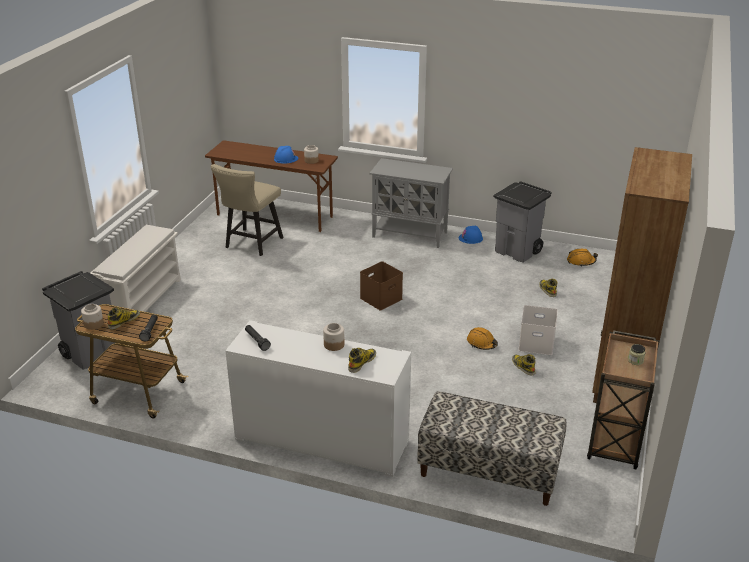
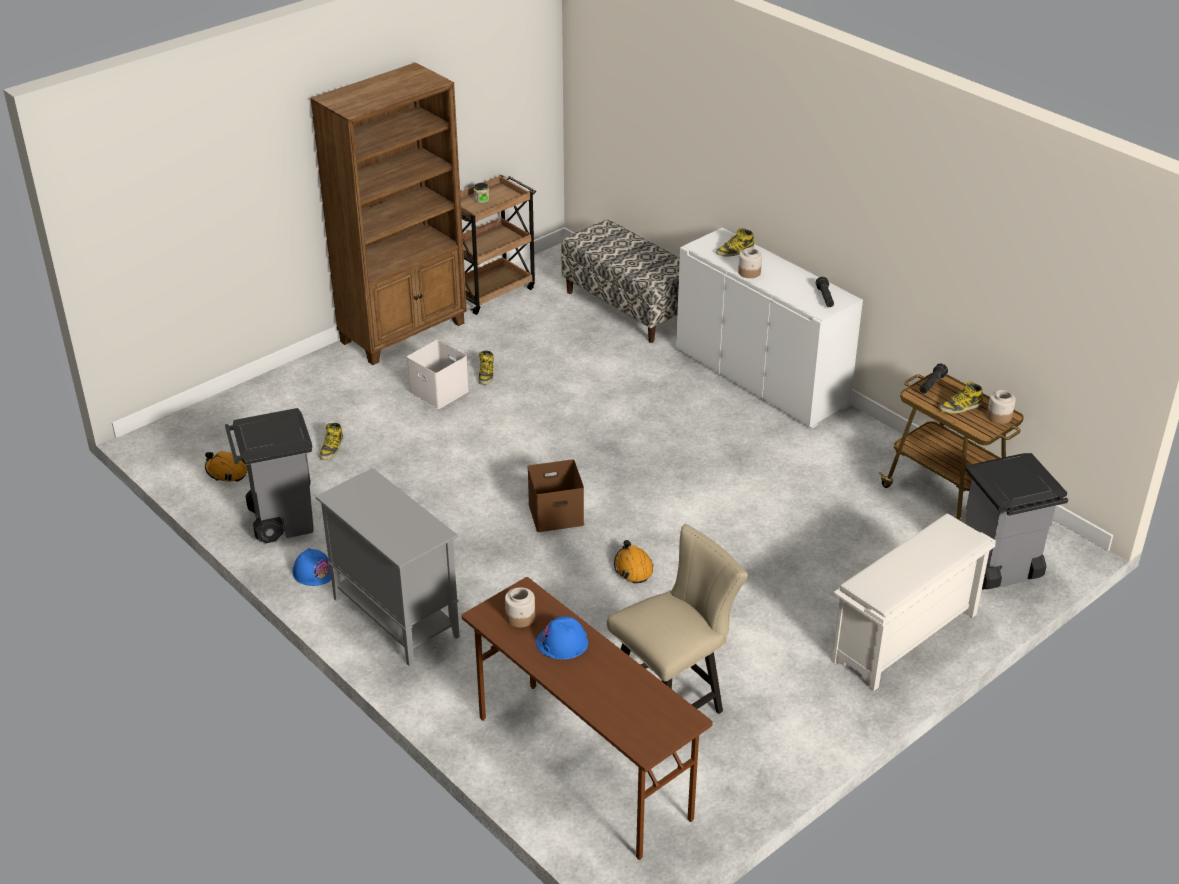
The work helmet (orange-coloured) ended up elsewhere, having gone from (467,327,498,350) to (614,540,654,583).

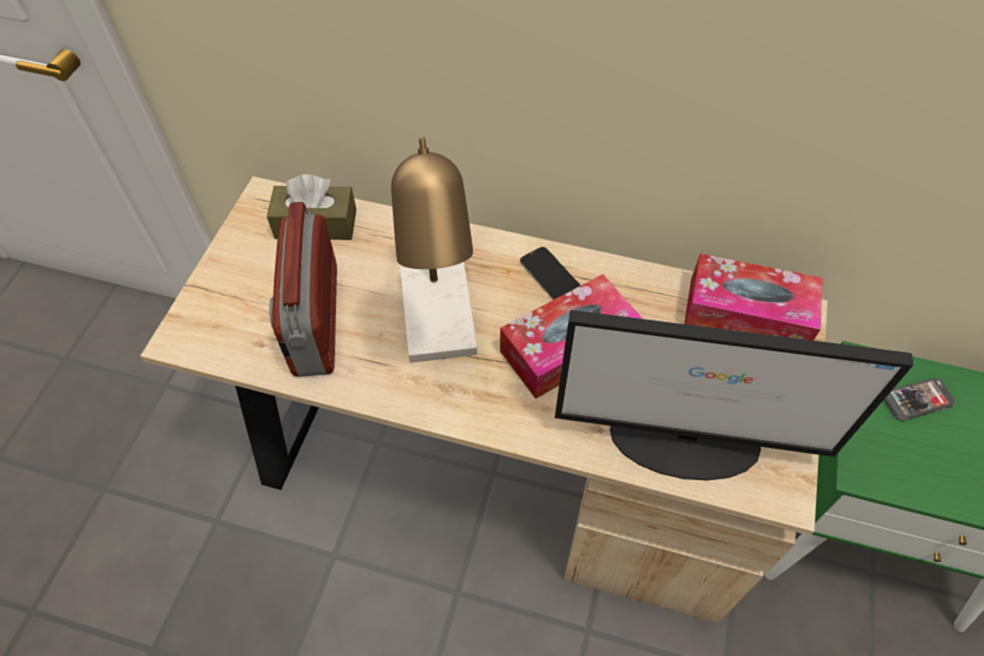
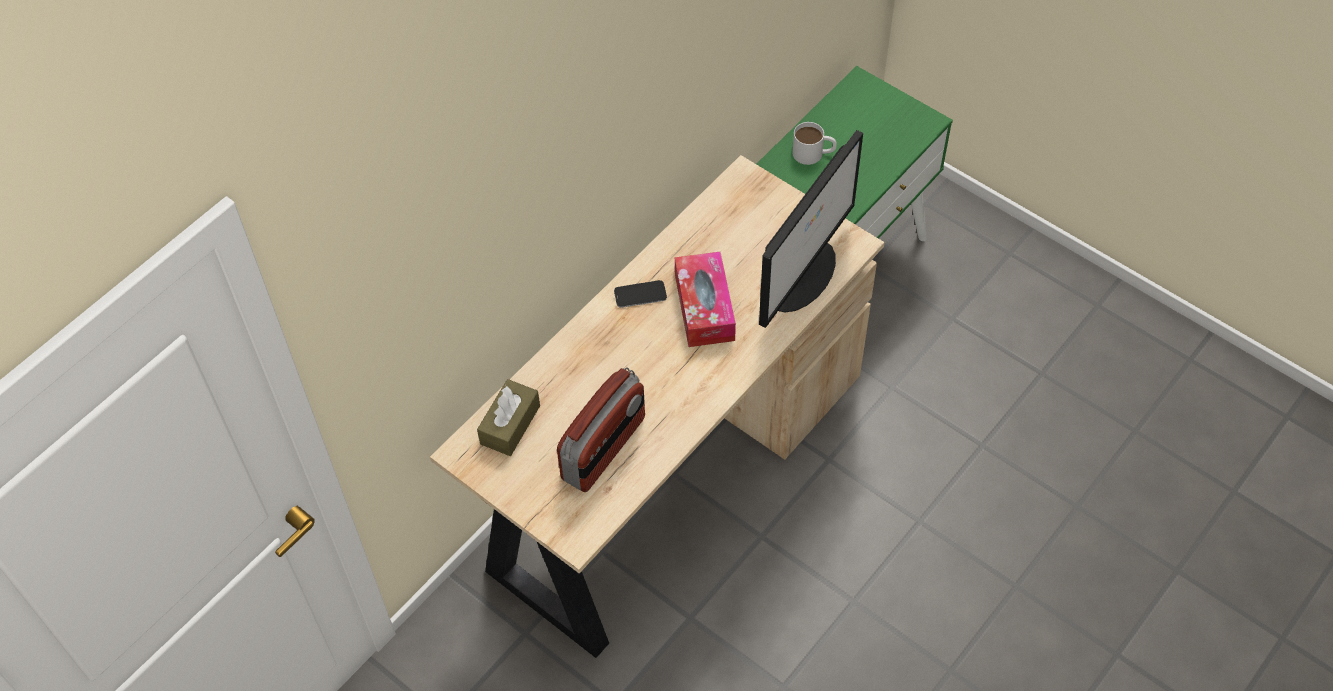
The radio receiver at (269,201,337,377) ended up facing another way, 75 degrees counterclockwise from before. The second view lost the tabletop lamp at (391,138,477,363). The second view lost the tissue holder at (684,254,823,341). Where the telephone stood at (884,378,955,421), the tea mug (whitish) came to stand at (792,122,837,165).

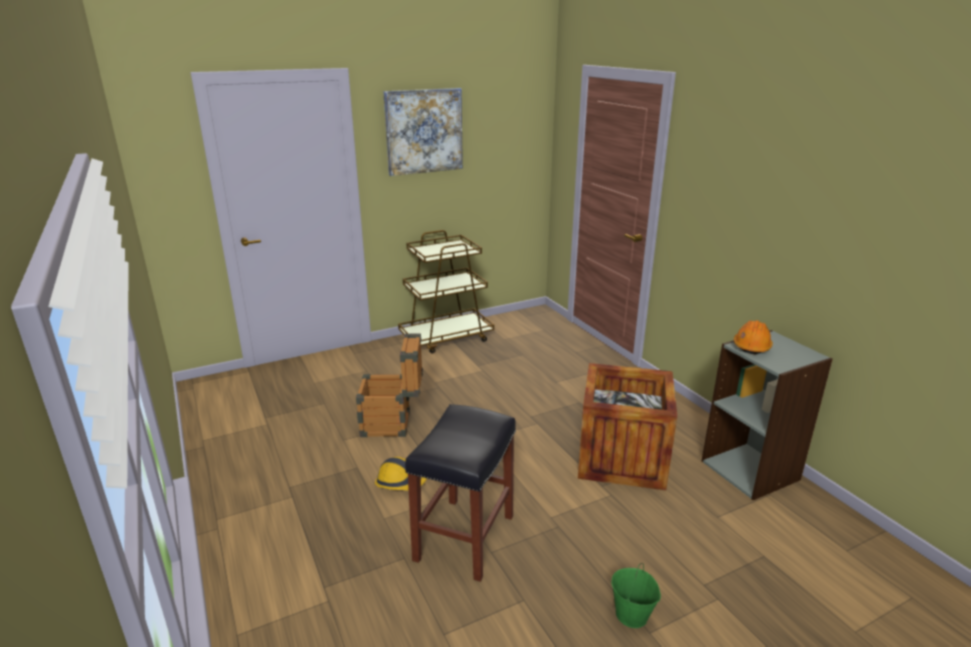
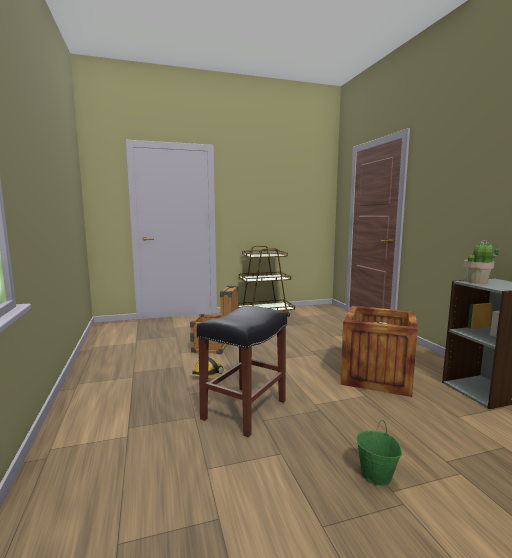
The second view lost the picture at (383,88,463,176). Where the work helmet (orange-coloured) stood at (734,320,773,354), the plant in a pot came to stand at (463,240,499,284).

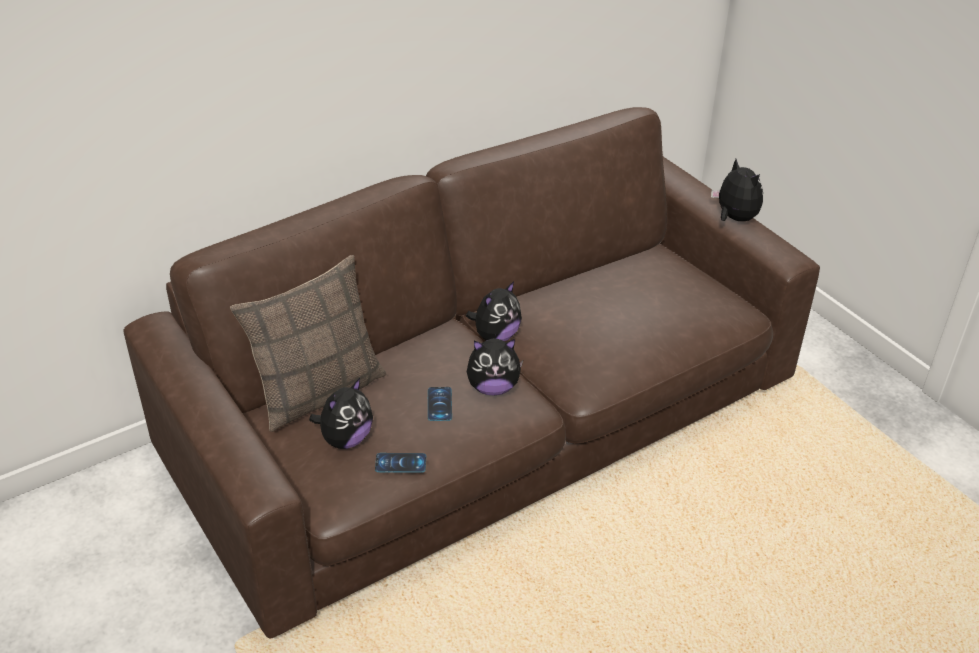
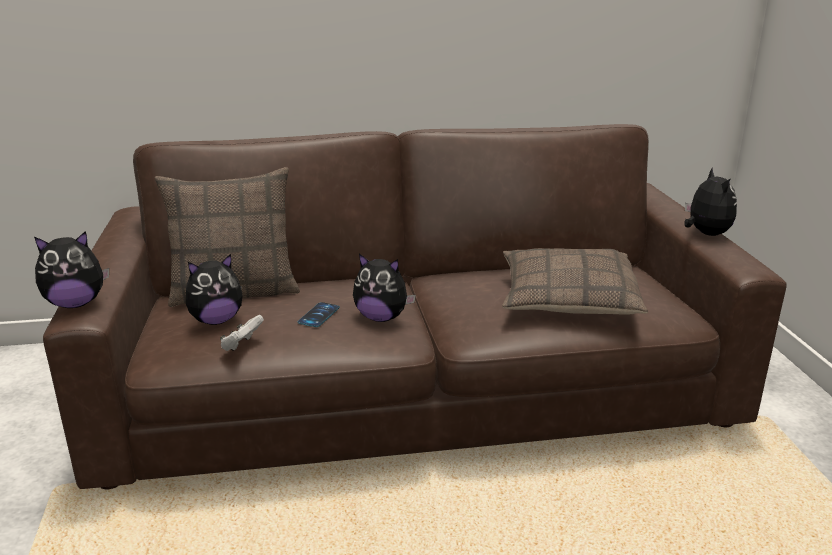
Where the telephone stood at (375,453,426,473), the gamepad (whitish) came to stand at (220,315,264,351). The cuddly toy ended up elsewhere, having gone from (466,281,522,341) to (34,231,109,308). The second view gained the throw pillow at (502,248,648,314).

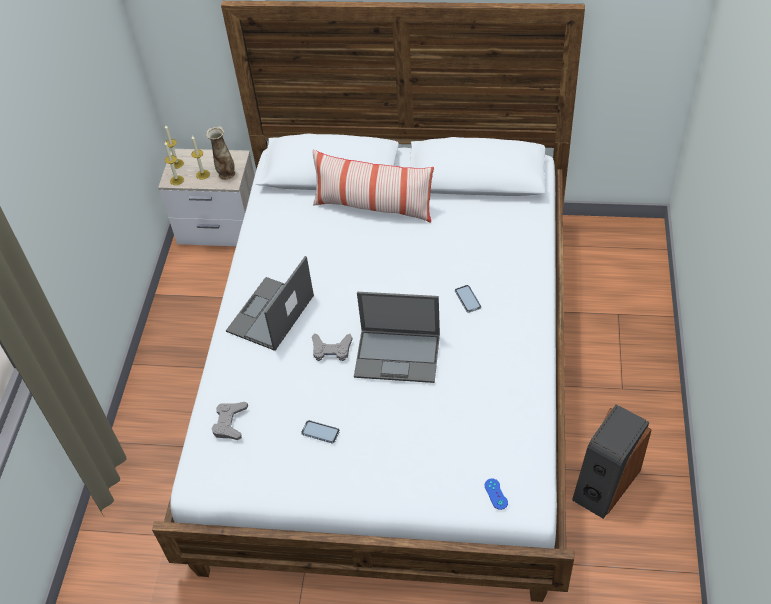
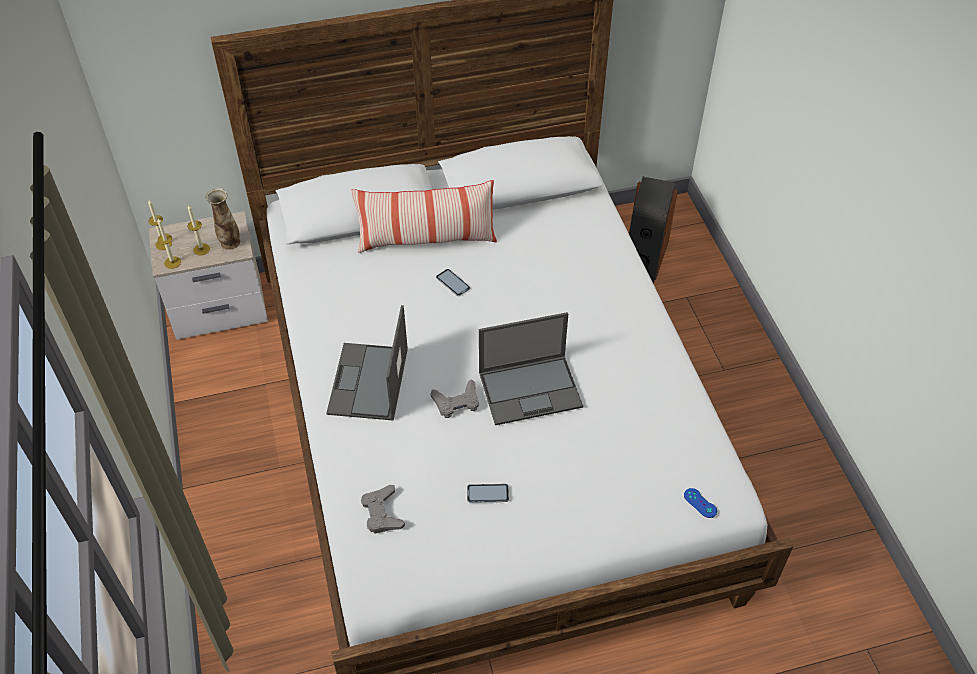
The telephone ended up elsewhere, having gone from (455,285,481,313) to (436,269,470,296). The speaker ended up elsewhere, having gone from (572,404,652,519) to (629,177,678,284).

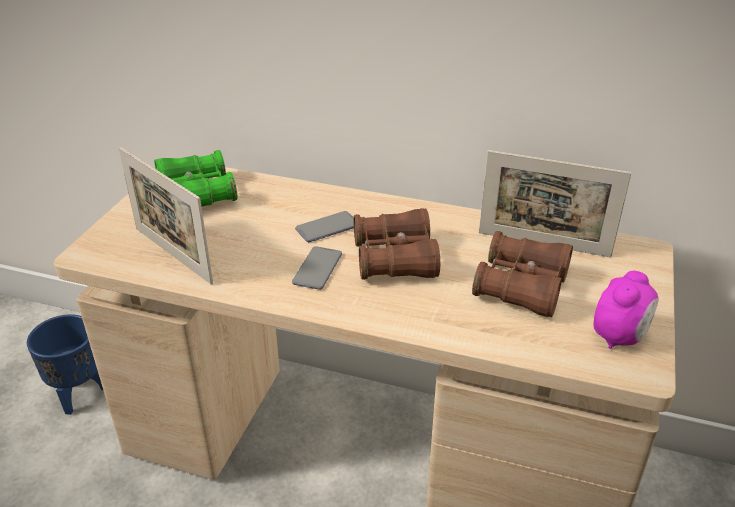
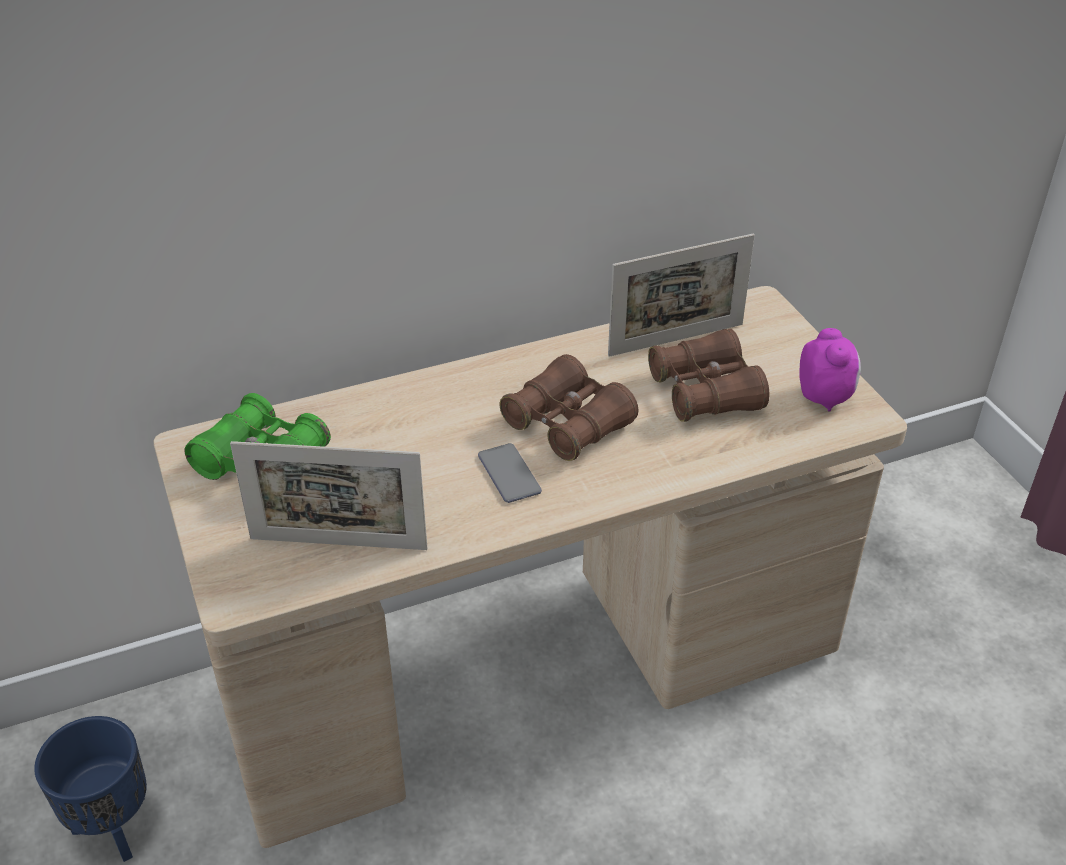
The second view lost the telephone at (295,211,354,242).

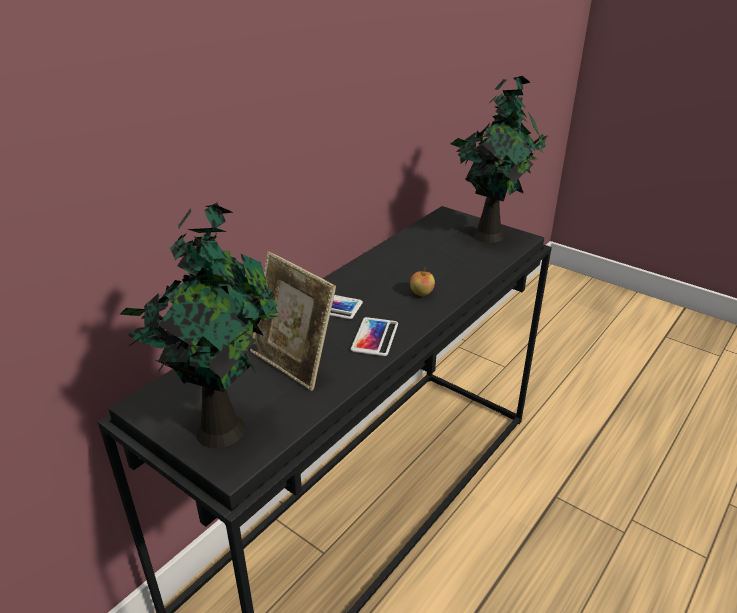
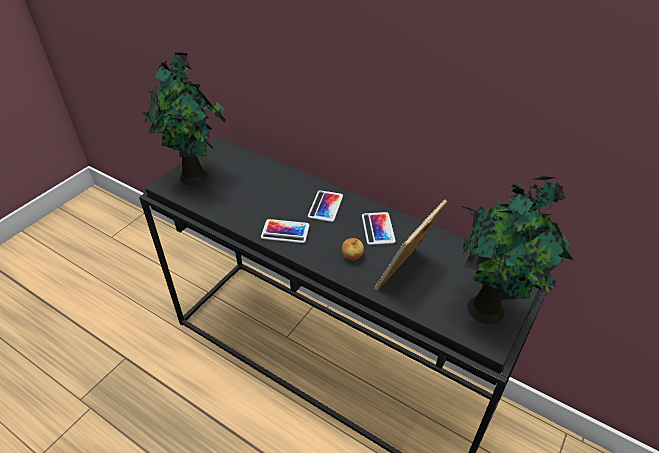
The photo frame ended up elsewhere, having gone from (250,252,336,391) to (374,200,447,290). The second view gained the telephone at (362,212,396,245).

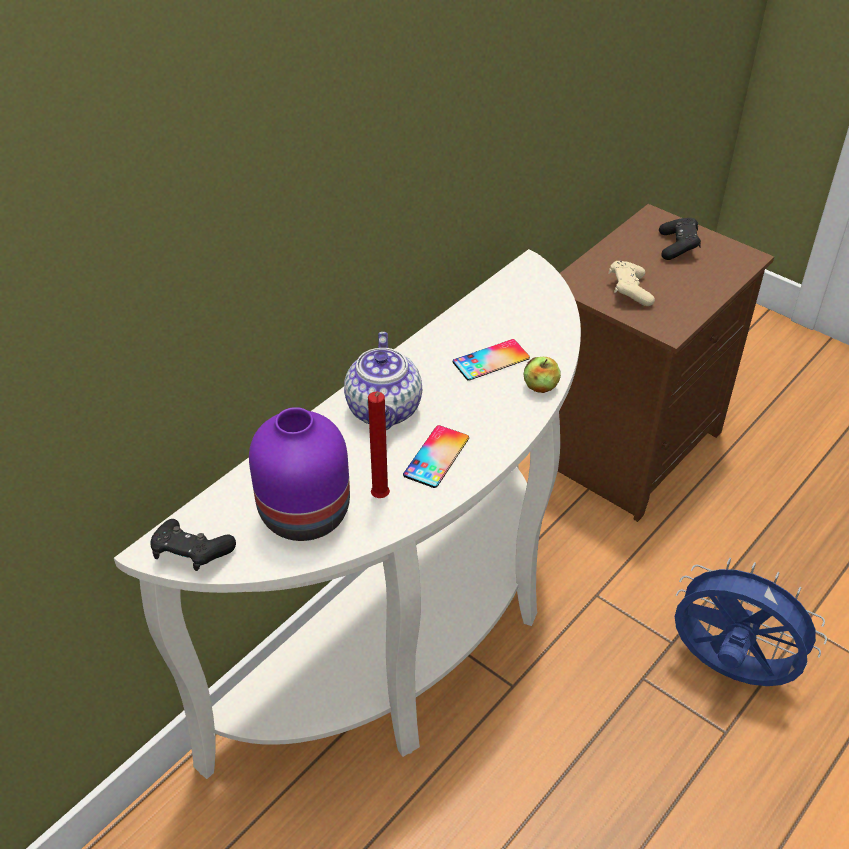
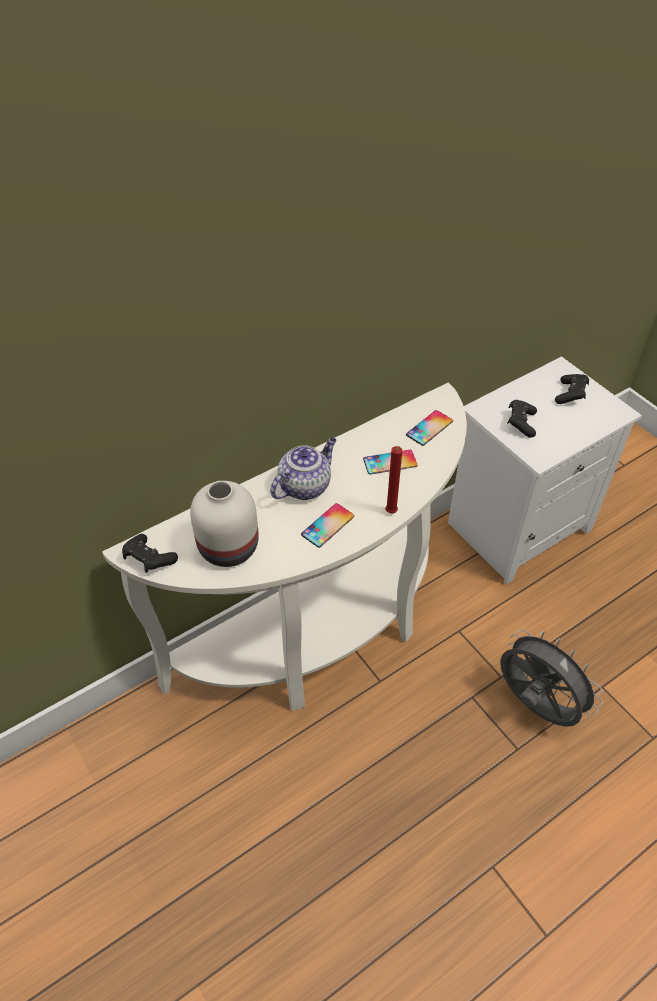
What was the flower vase (purplish) at (249,407,350,541) turned into the flower vase (whitish) at (190,481,259,567). The pot for tea at (344,332,422,430) ended up facing another way, 150 degrees counterclockwise from before. The wax candle (red-coloured) ended up elsewhere, having gone from (368,391,390,498) to (386,446,402,513). The second view lost the whole apple at (523,357,561,393). What was the night table (brown-coloured) at (558,204,774,522) turned into the night table (whitish) at (448,356,642,584). What was the gamepad (beige) at (608,261,655,306) turned into the gamepad (black-coloured) at (507,400,537,438). What was the cooling fan (blue) at (675,558,827,686) turned into the cooling fan (gray) at (500,629,603,727). The second view gained the telephone at (406,410,453,446).

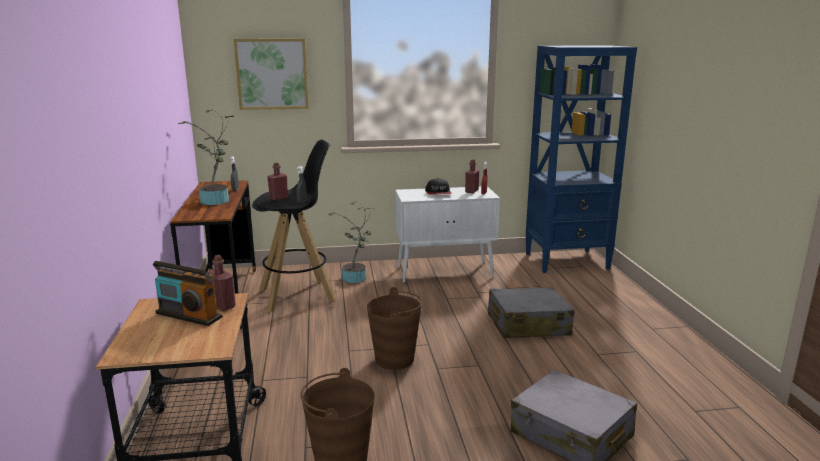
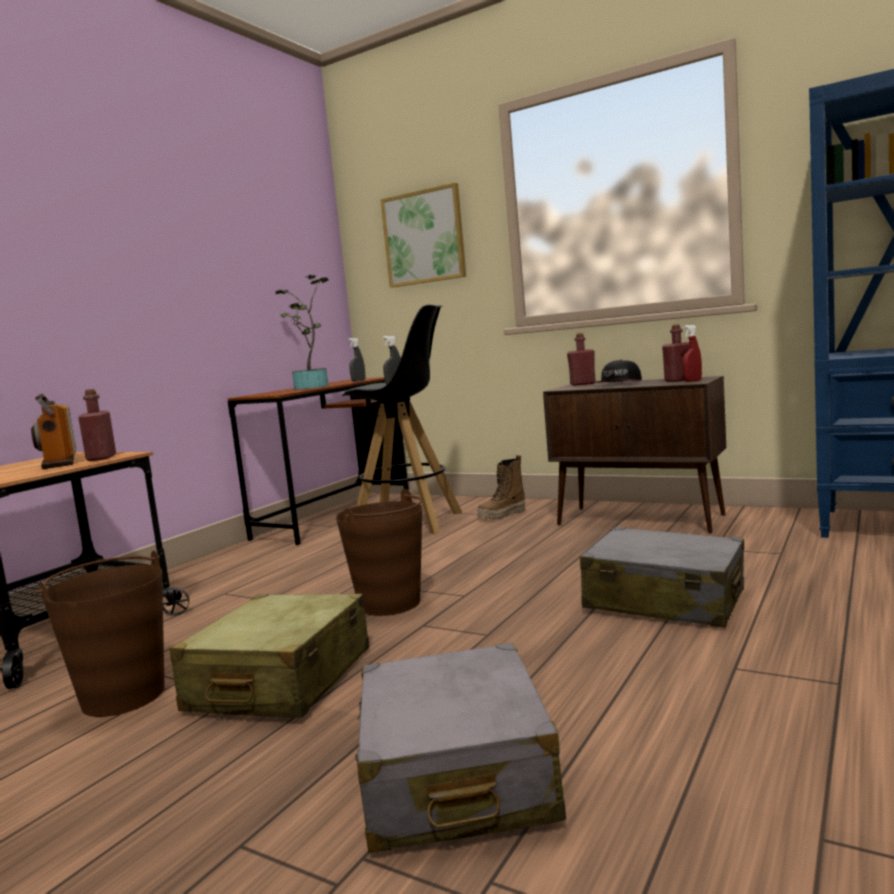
The beverage bottle (red-coloured) ended up elsewhere, having gone from (267,162,288,201) to (567,333,596,386). Where the plant in a pot stood at (328,201,372,283), the boot came to stand at (477,455,525,520). What was the cupboard (whitish) at (396,186,500,283) turned into the cupboard (brown-coloured) at (543,376,726,534). The second view gained the suitcase (beige) at (169,594,370,718).

